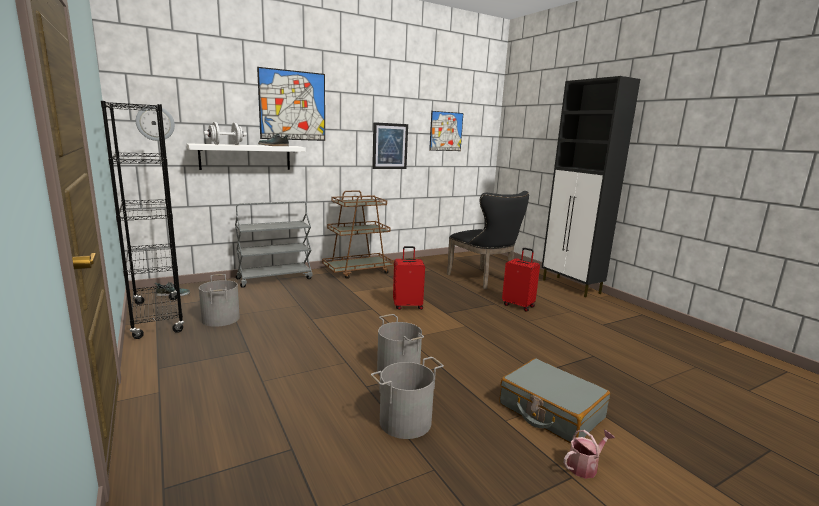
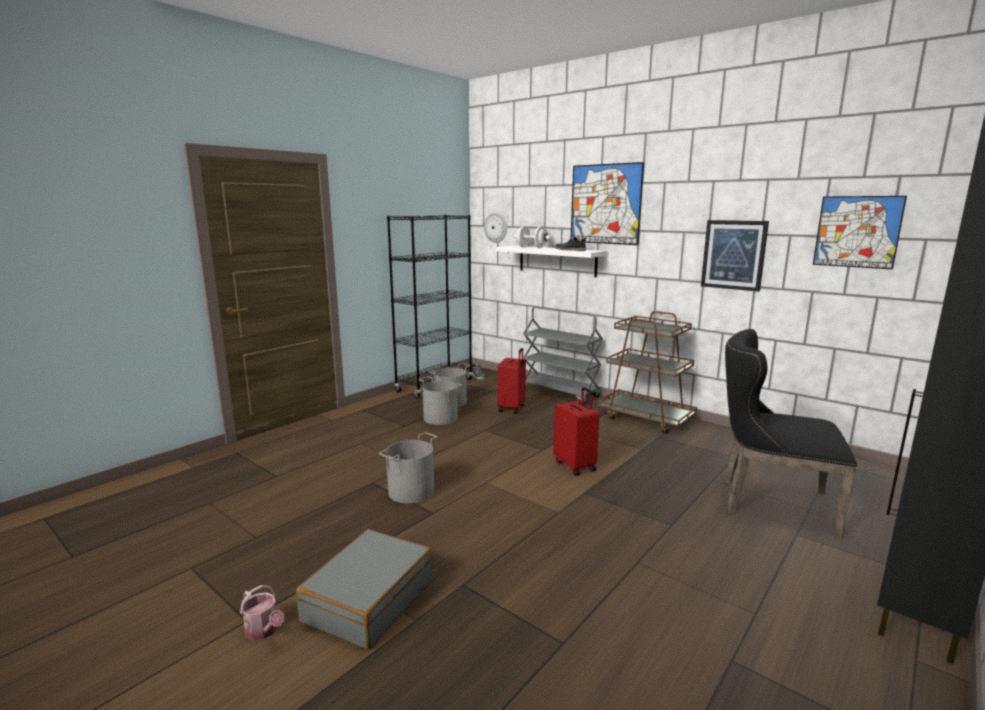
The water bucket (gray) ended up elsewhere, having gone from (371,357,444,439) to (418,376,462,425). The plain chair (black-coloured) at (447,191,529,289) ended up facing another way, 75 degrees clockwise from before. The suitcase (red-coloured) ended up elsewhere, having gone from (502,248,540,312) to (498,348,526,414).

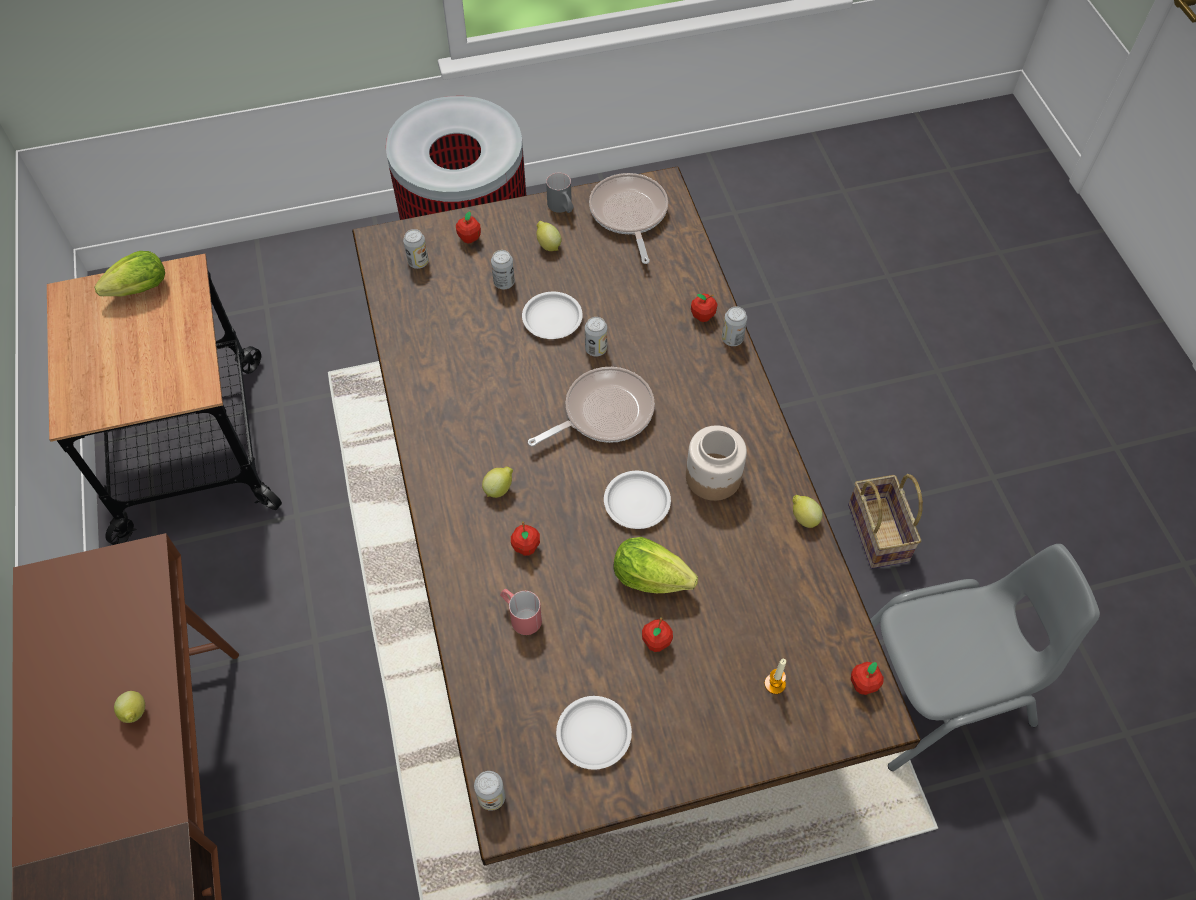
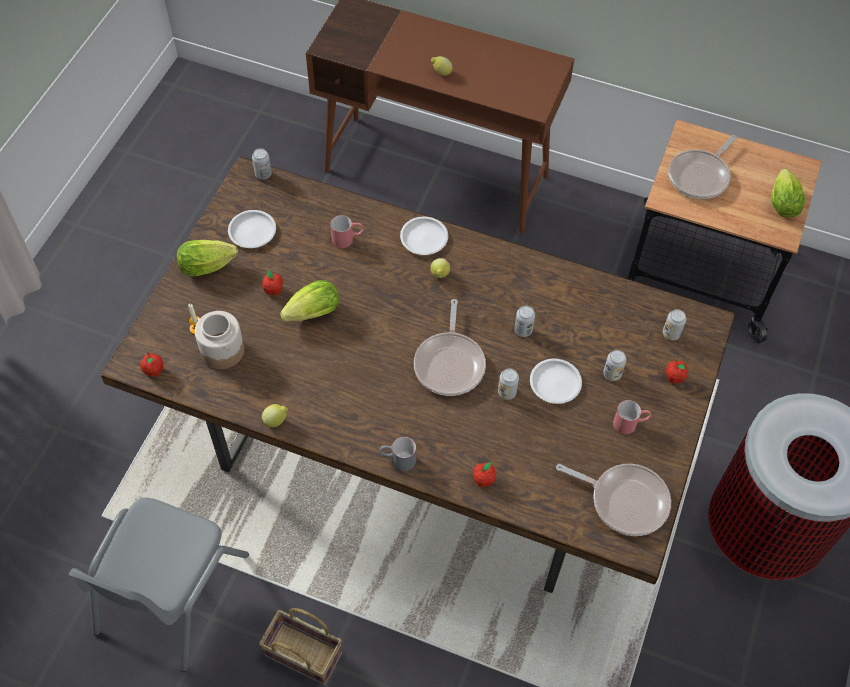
The second view lost the whole apple at (511,521,540,556). Where the citrus fruit stood at (537,221,561,251), the tea mug (red-coloured) came to stand at (613,400,652,434). The tea mug (gray) ended up elsewhere, having gone from (546,172,574,213) to (379,437,416,471). The dinner plate (whitish) ended up elsewhere, having gone from (604,471,671,529) to (400,217,448,255). The preserve jar ended up elsewhere, having gone from (686,426,747,501) to (195,311,244,369). The can ended up elsewhere, having gone from (722,307,747,346) to (514,306,535,337). The second view gained the lettuce head at (177,240,238,276). The second view gained the skillet at (668,135,737,199).

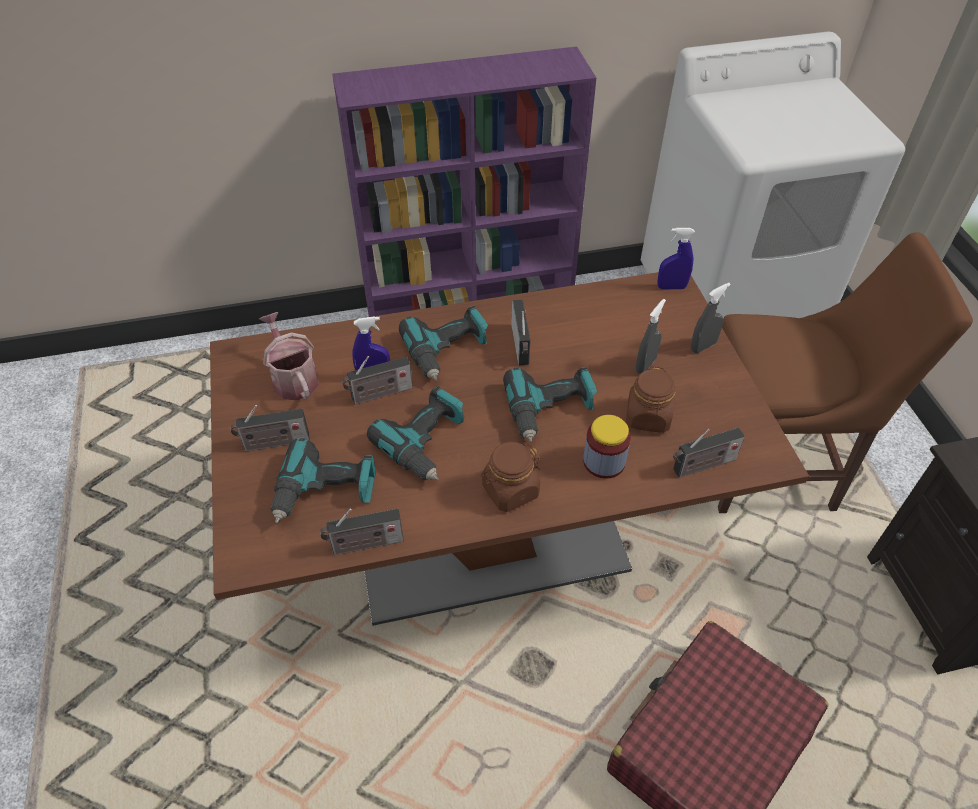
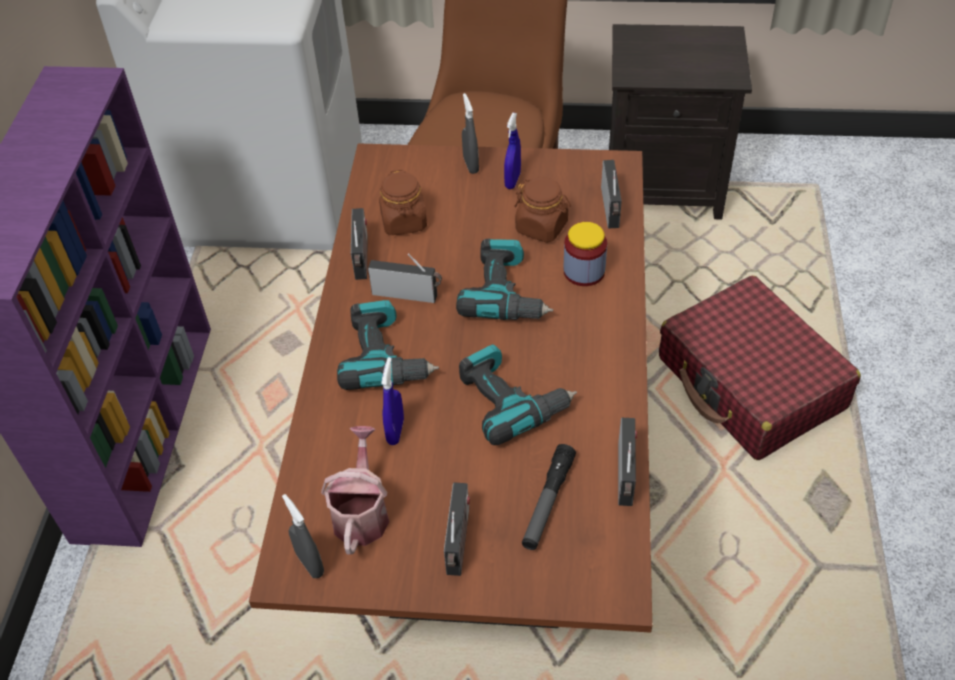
The watering pot at (259,312,319,400) ended up facing another way, 105 degrees clockwise from before. Where the power drill stood at (270,438,375,524), the hand torch came to stand at (522,444,576,550). The radio receiver ended up elsewhere, having gone from (342,356,413,404) to (351,208,368,280). The preserve jar (brown-coloured) ended up elsewhere, having gone from (481,442,540,512) to (379,169,427,235). The spray bottle (gray) ended up elsewhere, having gone from (635,299,666,374) to (282,494,324,578). The spray bottle (blue) ended up elsewhere, having gone from (657,228,695,290) to (504,113,521,189).

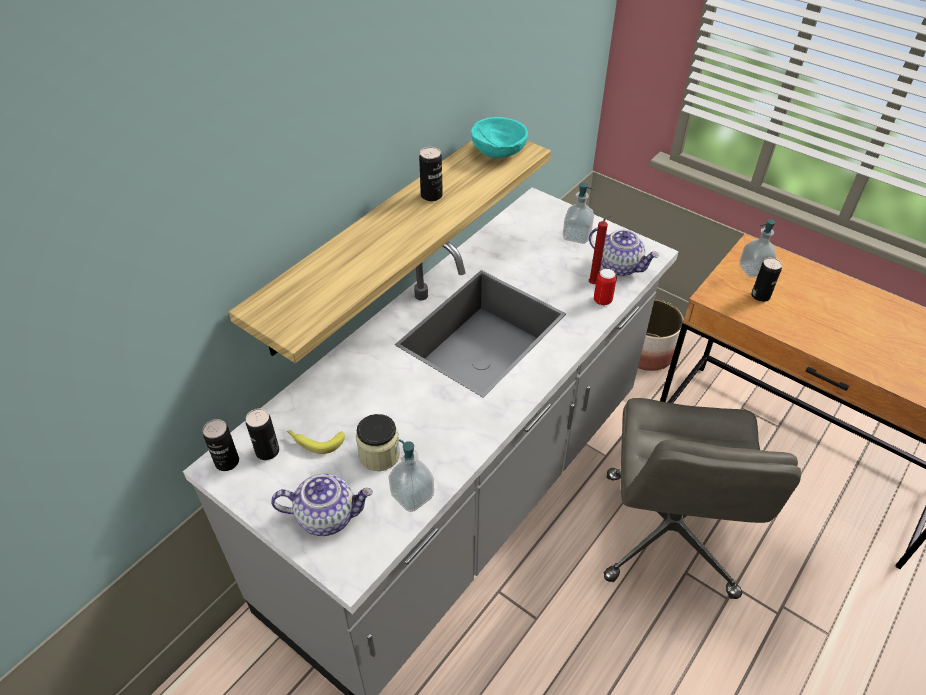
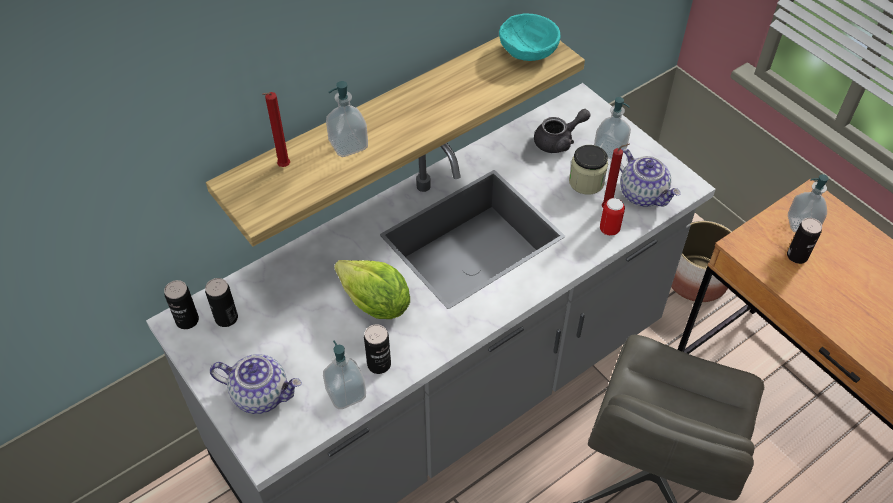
The second view lost the banana at (287,430,345,454). The preserve jar ended up elsewhere, having gone from (356,414,400,471) to (569,145,608,194). The can ended up elsewhere, having gone from (419,147,443,201) to (364,324,391,374). The second view gained the wax candle (red-coloured) at (262,92,290,167). The second view gained the liquid soap bottle at (326,81,368,157). The second view gained the lettuce head at (334,260,410,319). The second view gained the pot for tea (gray) at (534,109,590,153).

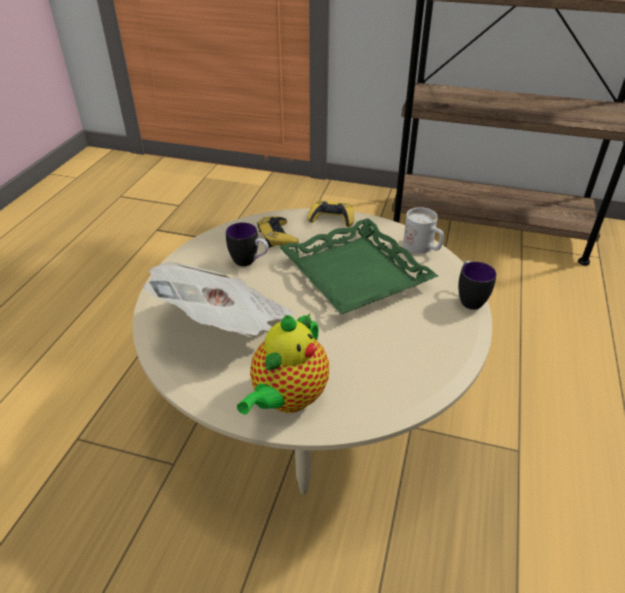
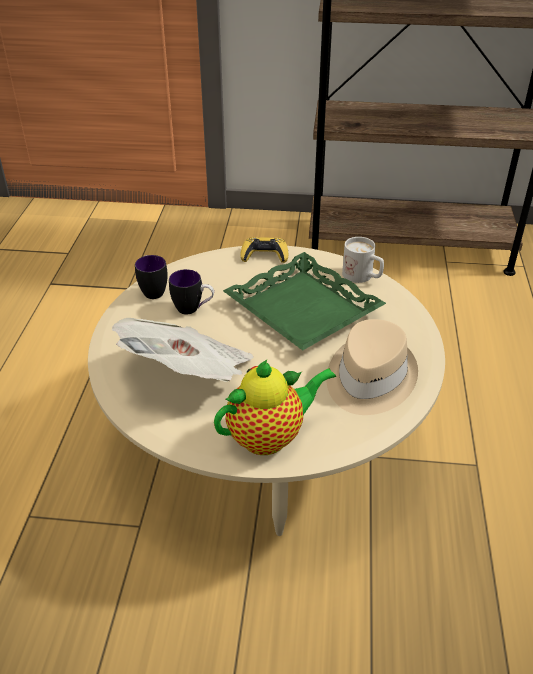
The pot for tea at (237,313,329,415) ended up facing another way, 135 degrees counterclockwise from before. The second view lost the gamepad (yellow-coloured) at (257,216,299,248). The tea mug ended up elsewhere, having gone from (458,261,497,310) to (135,255,168,299). The second view gained the hat (beige) at (326,319,418,415).

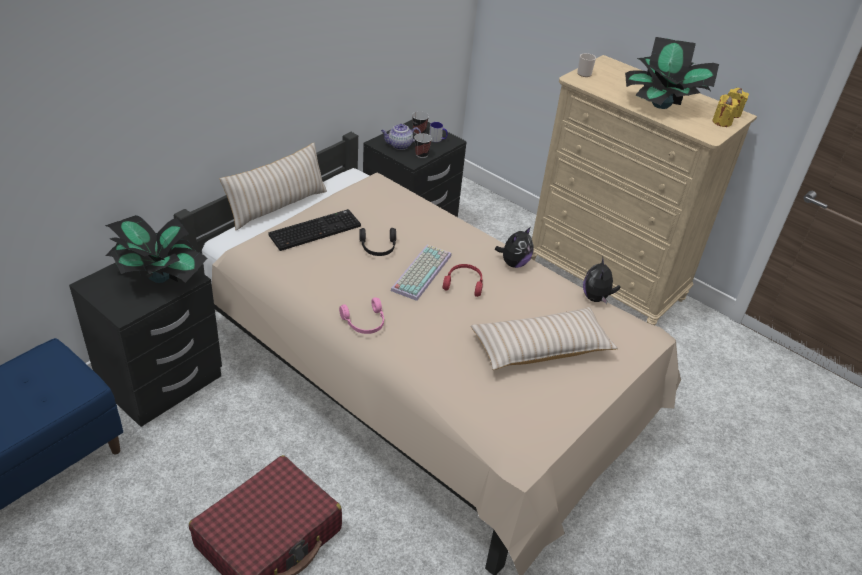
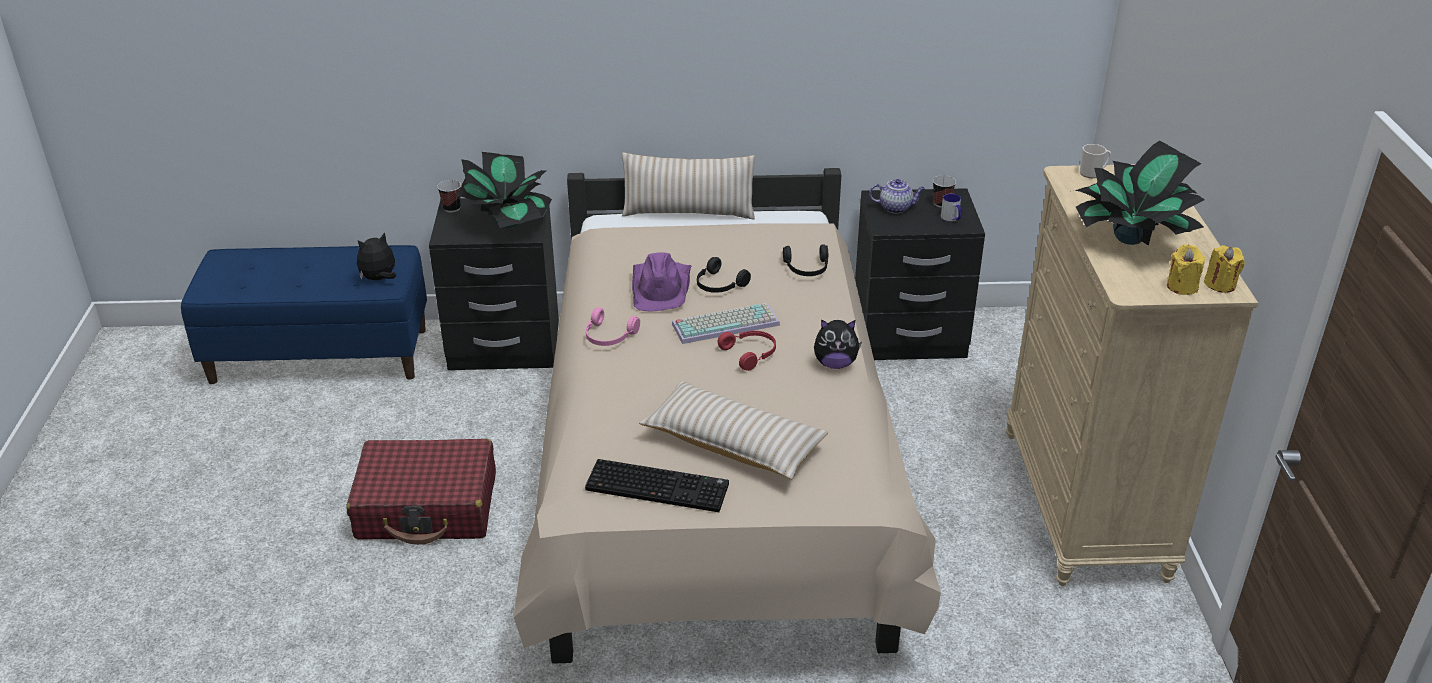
The computer keyboard ended up elsewhere, having gone from (268,209,361,251) to (585,459,729,512). The pot for tea at (381,124,421,150) ended up facing another way, 150 degrees clockwise from before. The small cup ended up elsewhere, having gone from (414,133,432,158) to (437,180,461,212). The cuddly toy ended up elsewhere, having gone from (583,257,621,304) to (357,232,397,280). The second view gained the hat (purplish) at (632,252,692,311). The second view gained the headset (black-coloured) at (783,244,828,276).

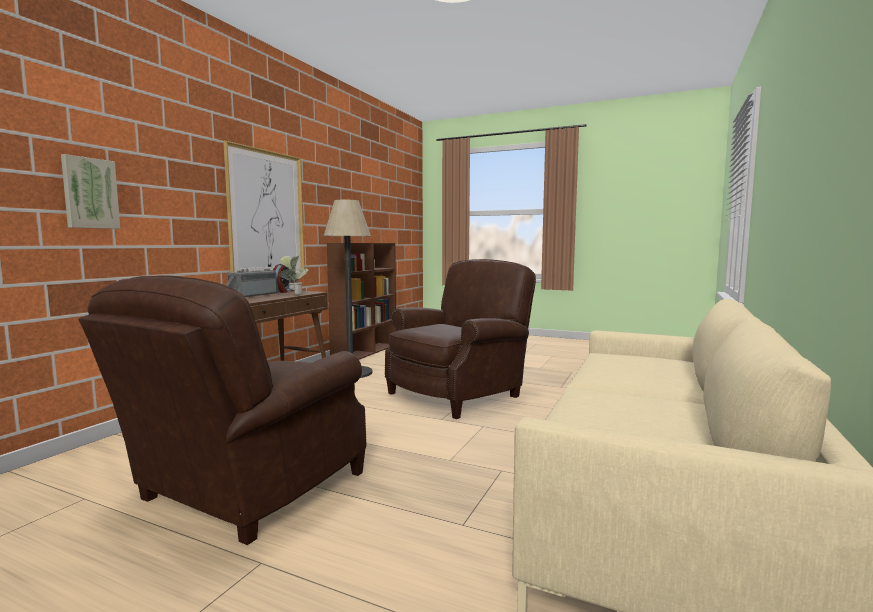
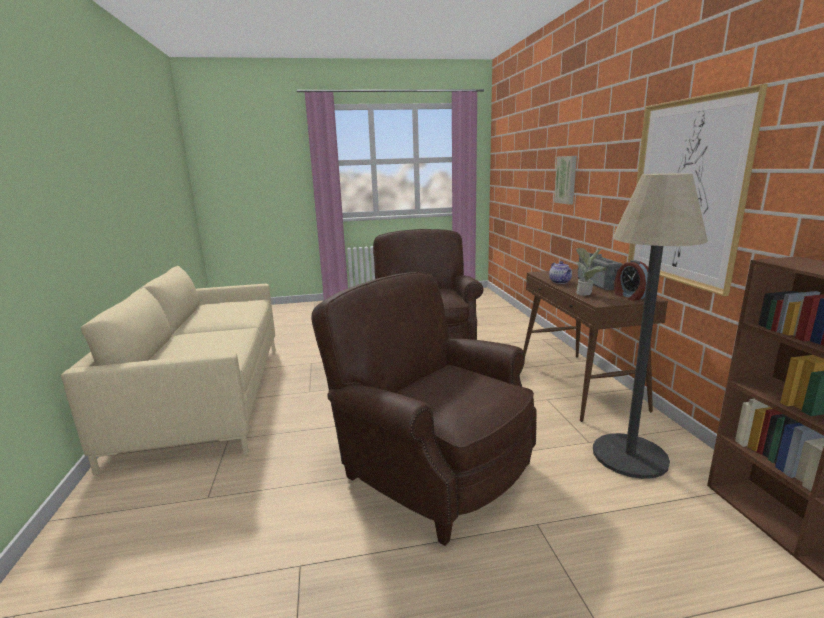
The armchair (brown-coloured) at (385,259,536,419) ended up facing another way, 120 degrees clockwise from before. The second view gained the pot for tea at (549,261,572,284).

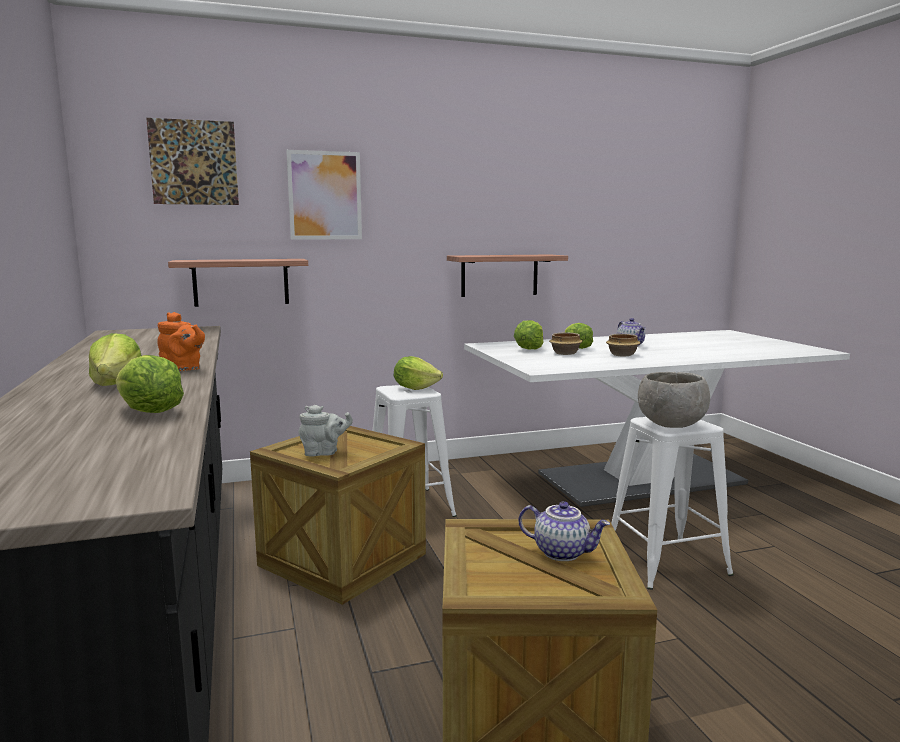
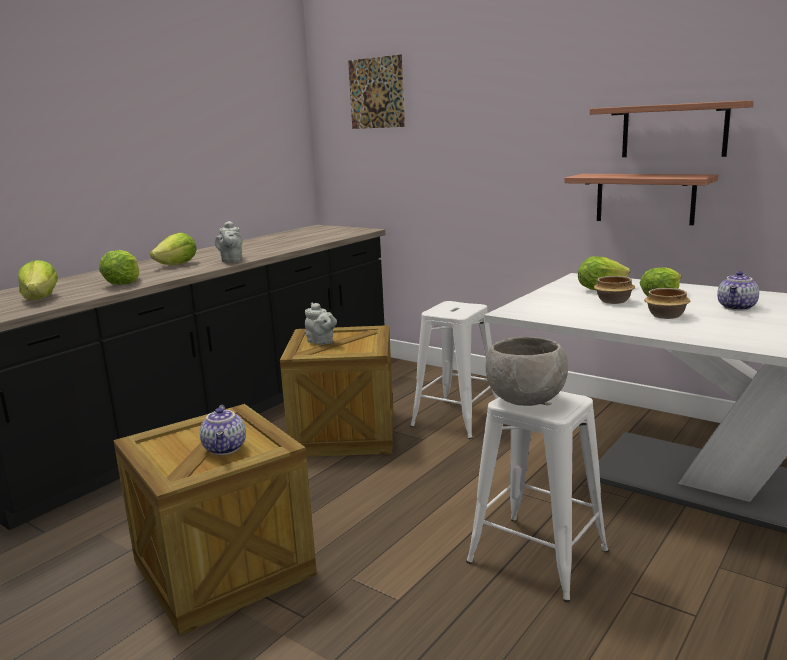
What was the pot for tea (orange-coloured) at (157,312,205,371) turned into the pot for tea (gray) at (215,221,243,262). The wall shelf ended up elsewhere, having gone from (168,259,308,307) to (590,100,753,157). The second view lost the picture at (286,150,362,239). The lettuce head ended up elsewhere, having gone from (394,356,443,390) to (18,260,58,300).

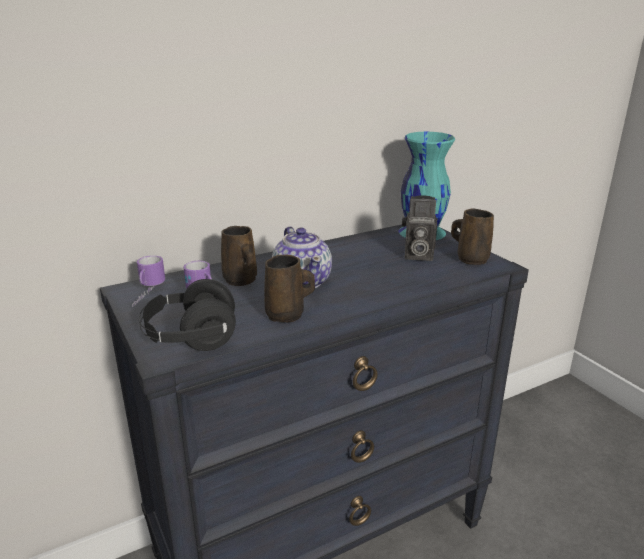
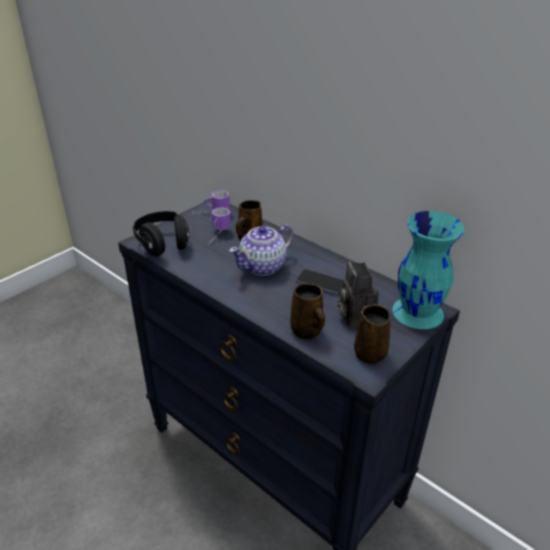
The tea mug (brown-coloured) ended up elsewhere, having gone from (264,255,315,322) to (290,283,325,339). The second view gained the telephone at (296,269,344,295).

